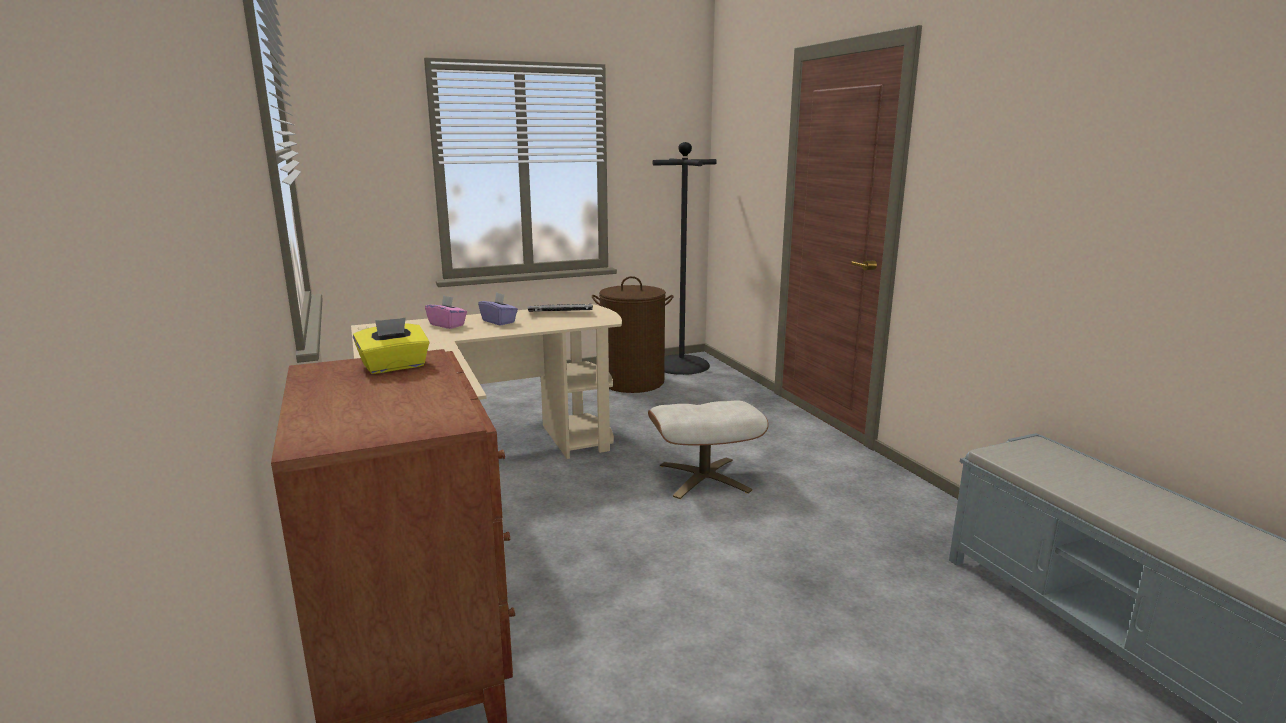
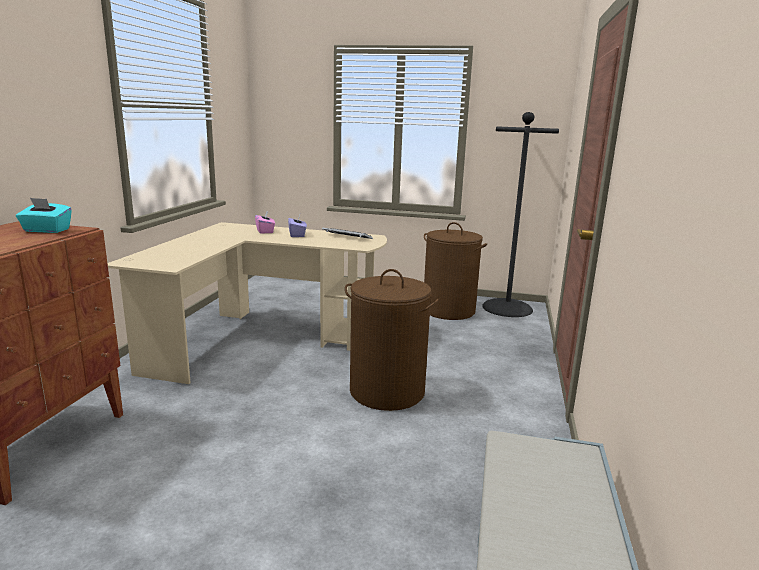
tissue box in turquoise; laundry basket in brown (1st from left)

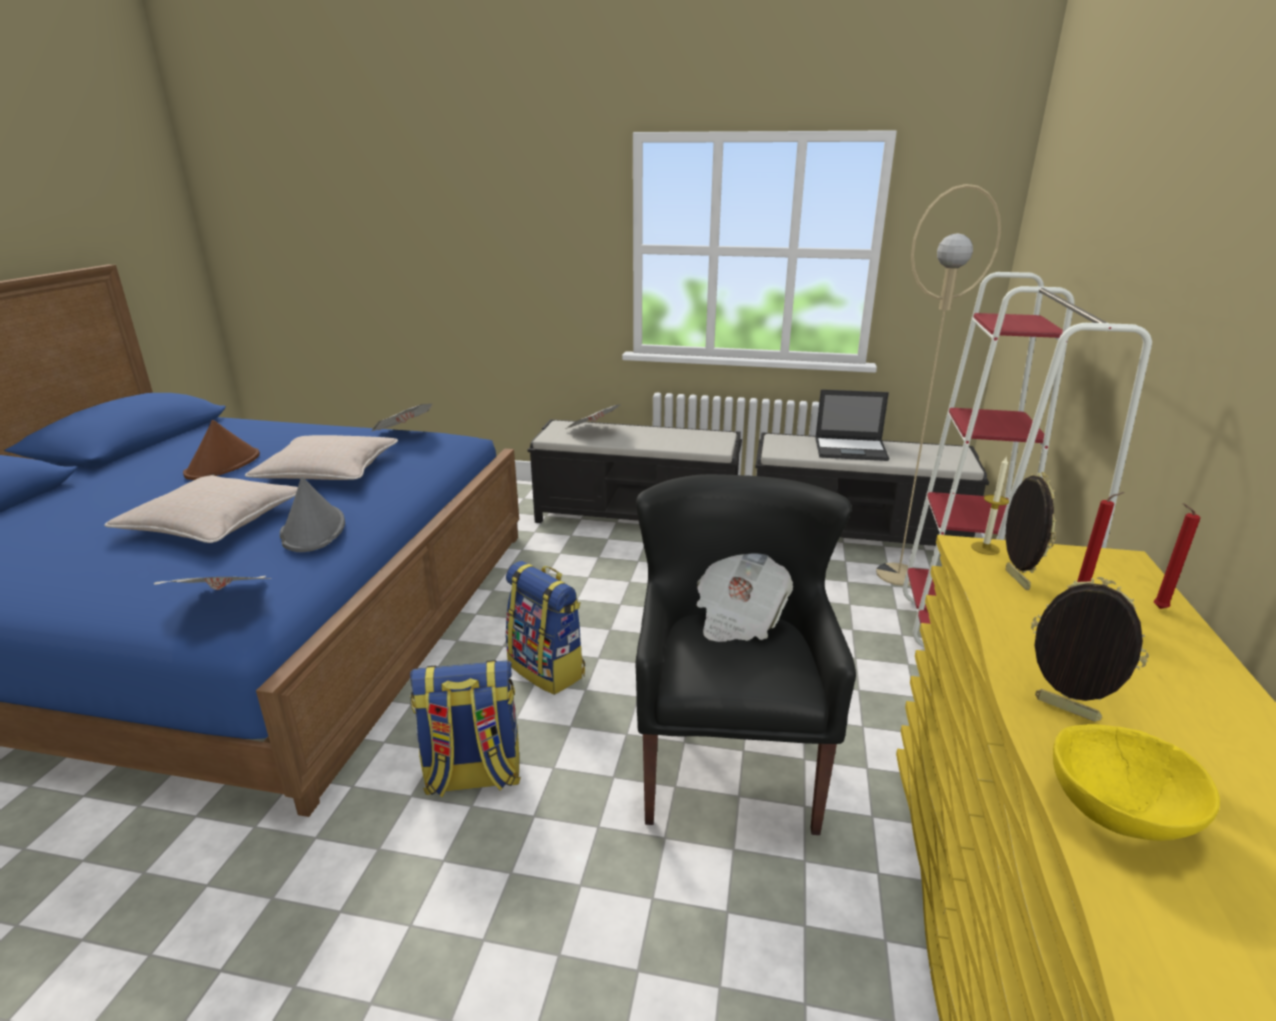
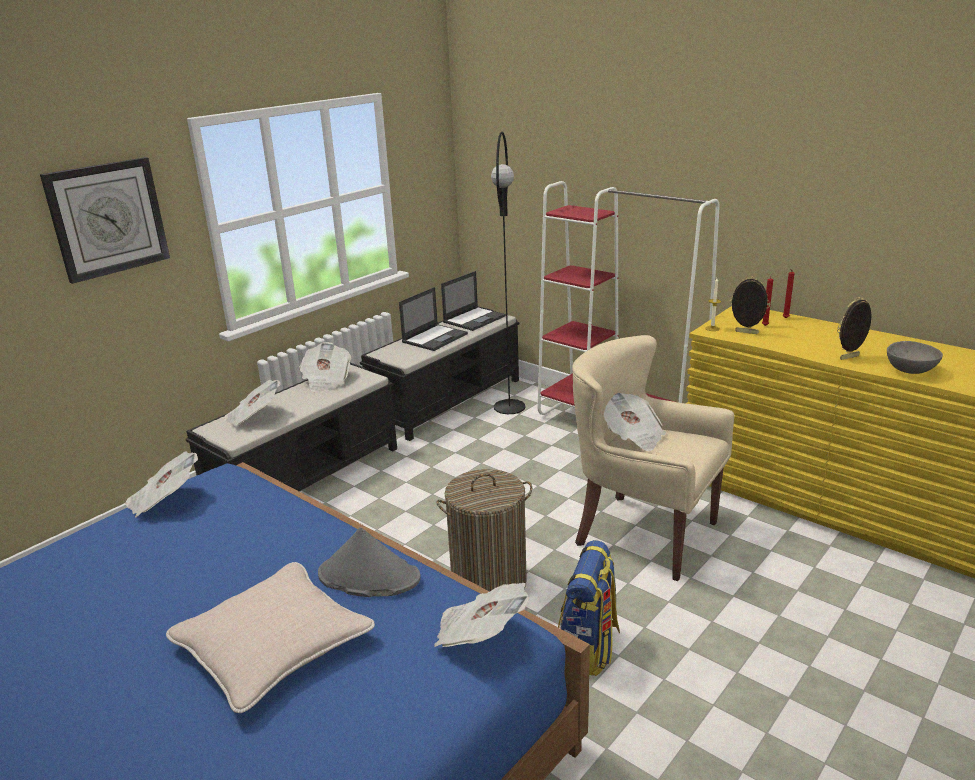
hat in brown; pillow in beige (2nd from left in the first image); laundry basket; armchair in beige; floor lamp in black; bowl in grey; wall clock; newspaper (3rd from left); laptop (2nd from left)

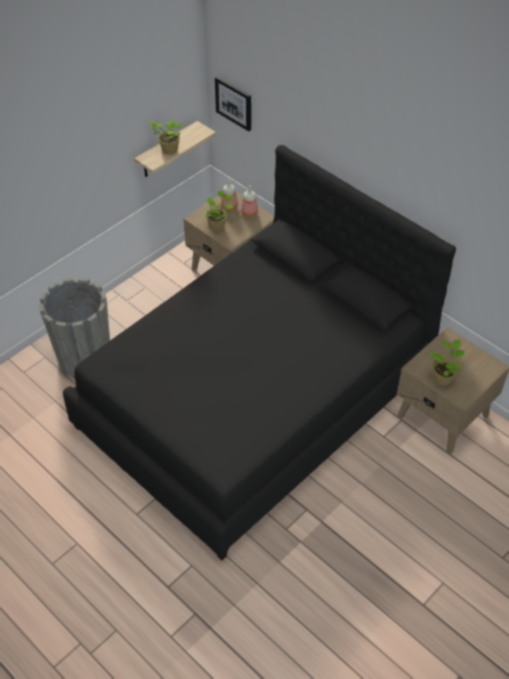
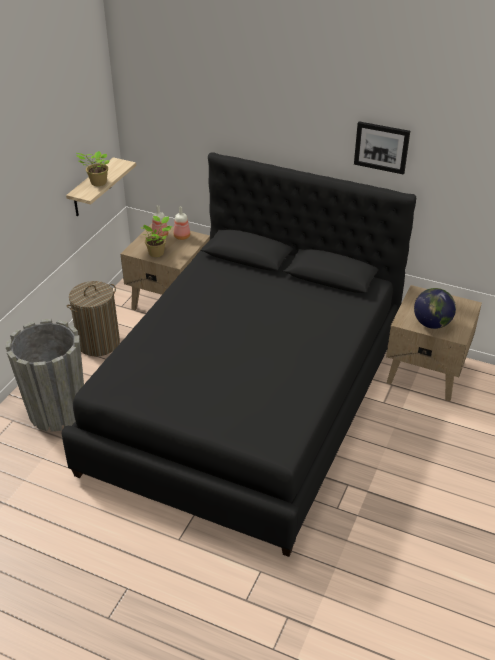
picture; globe; laundry basket

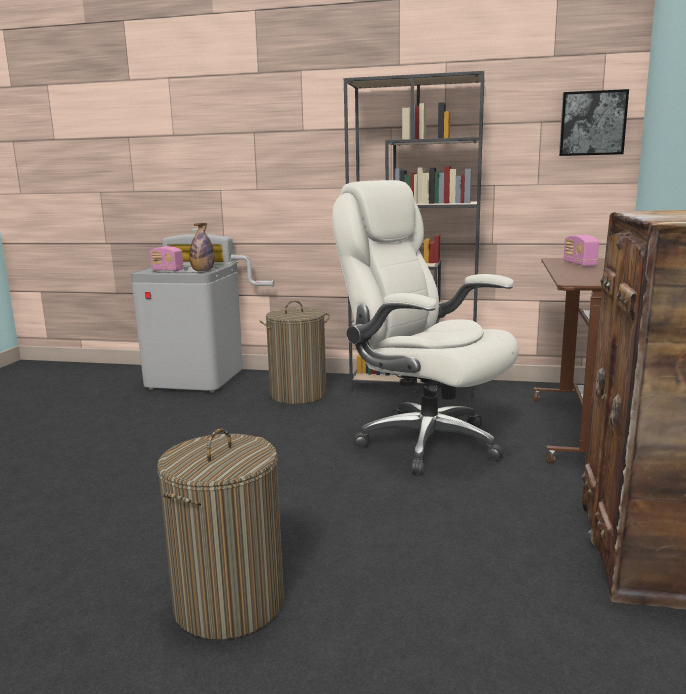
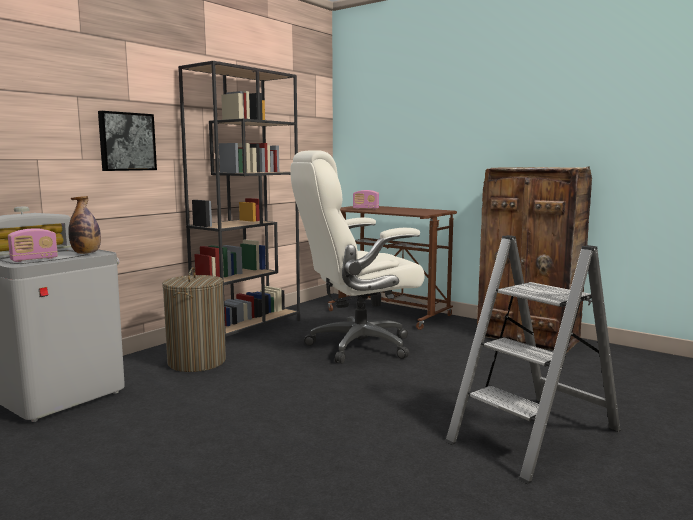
step ladder in grey; picture

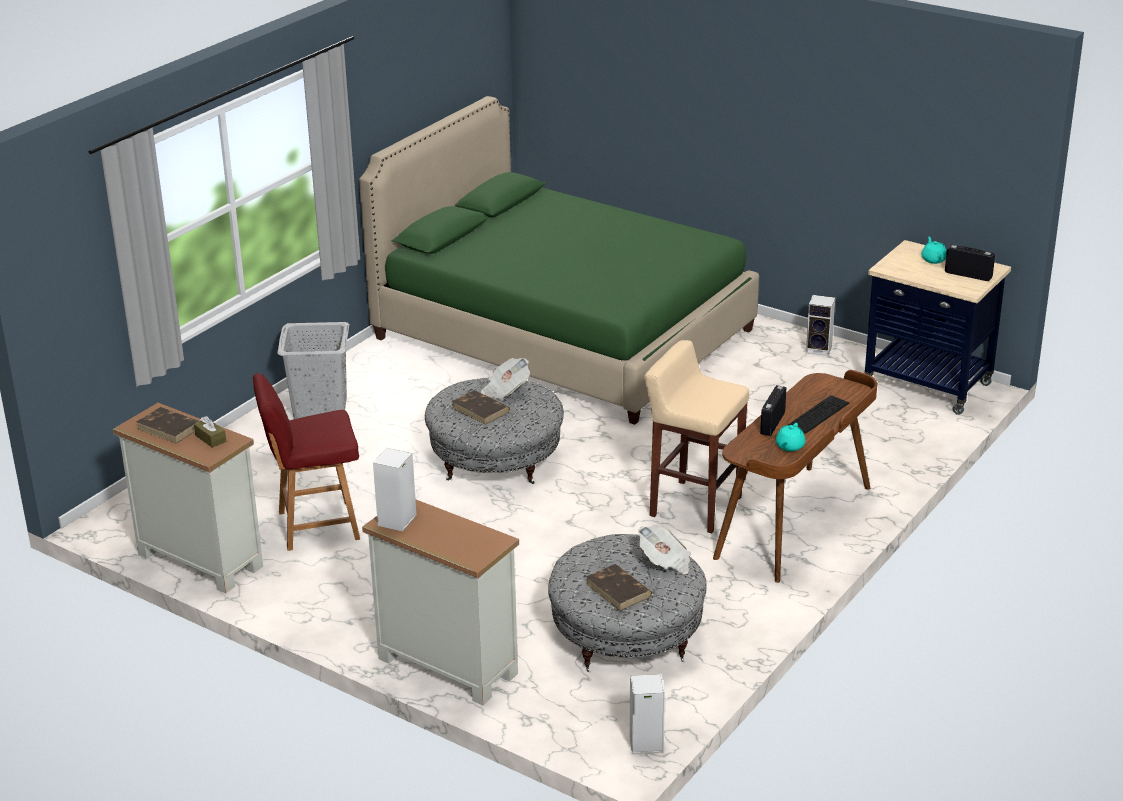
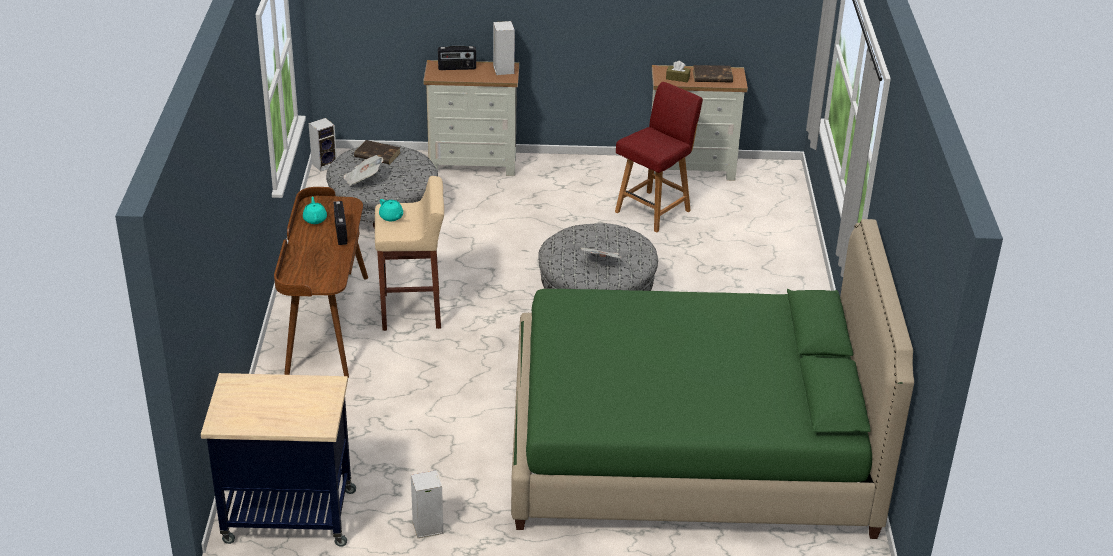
laundry basket in grey; book in brown (2nd from left in the first image); keyboard; teapot in turquoise (2nd from left); radio (2nd from left)

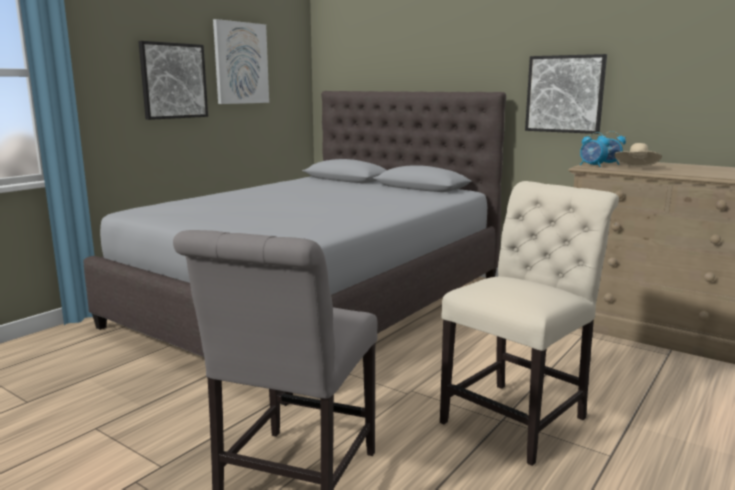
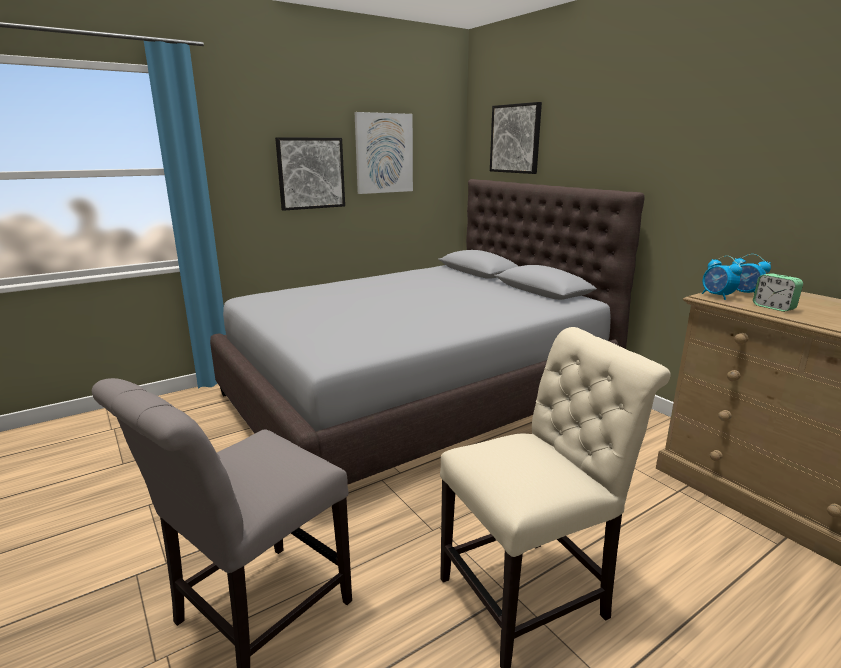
picture (3rd from left); alarm clock (3rd from left)

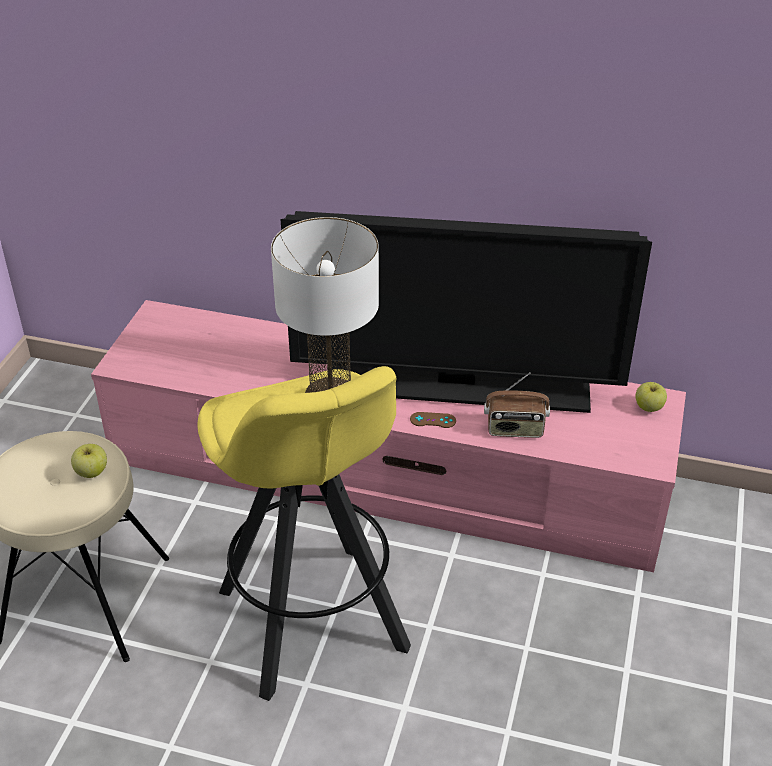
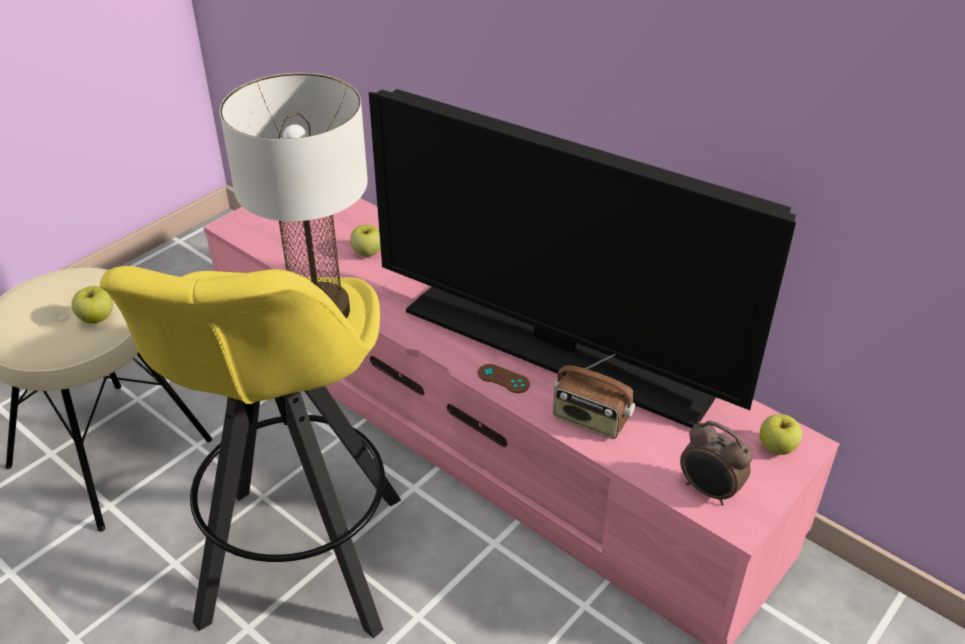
apple (2nd from left); alarm clock

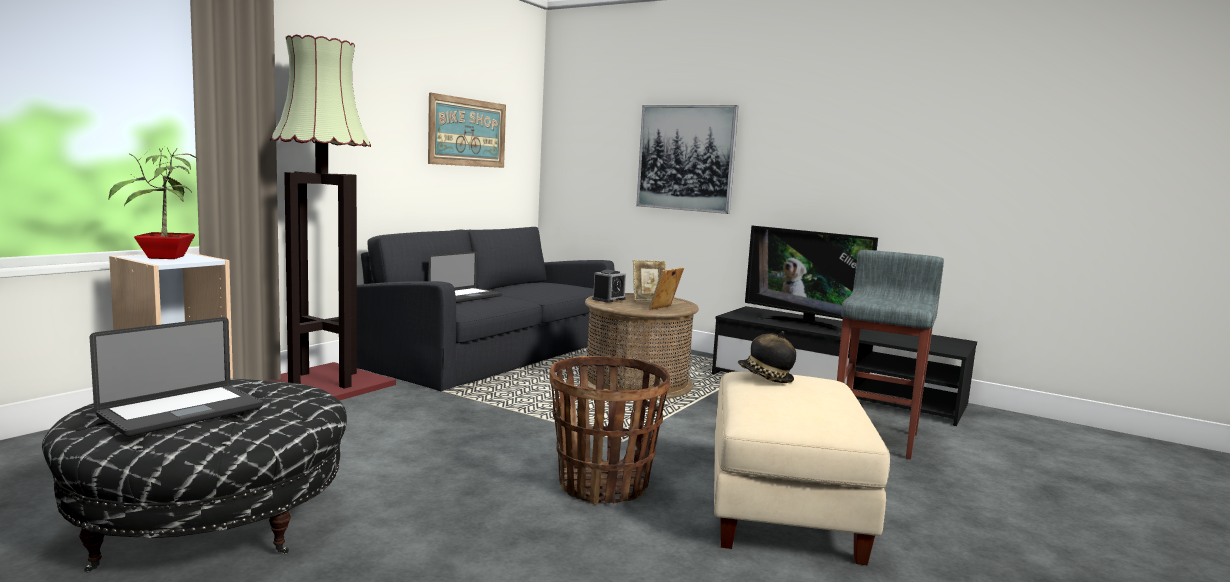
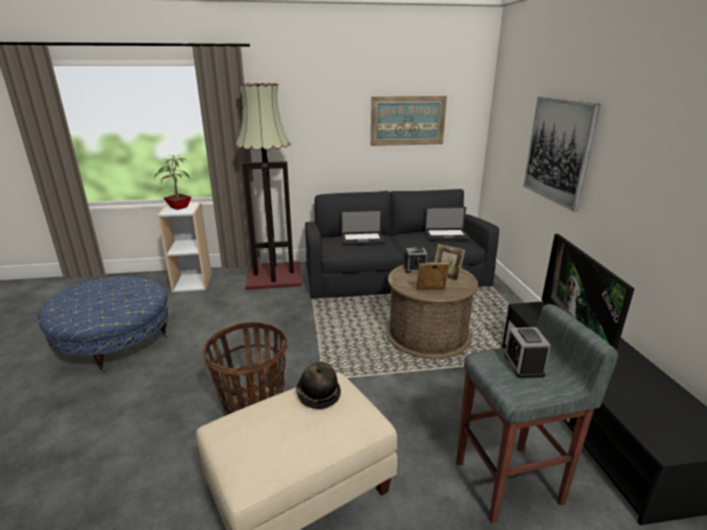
ottoman in blue; laptop (2nd from left); alarm clock (2nd from left)

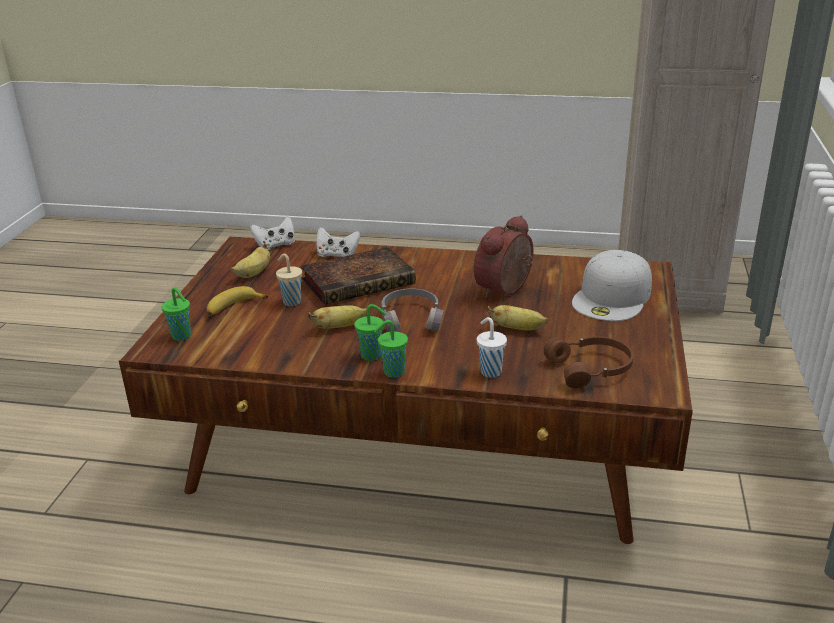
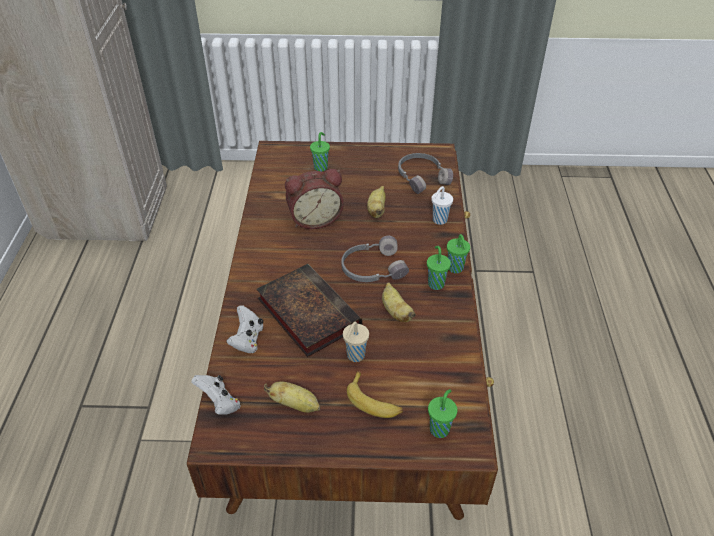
alarm clock; headphones in grey (2nd from left); cup in green (1st from left)

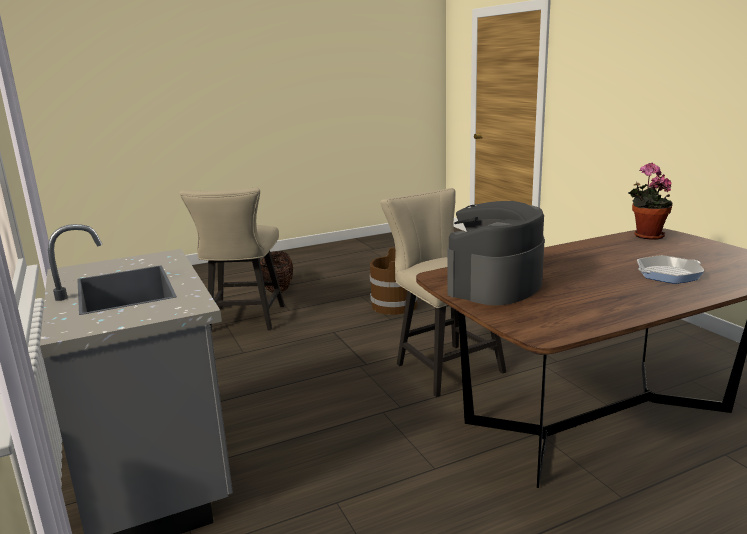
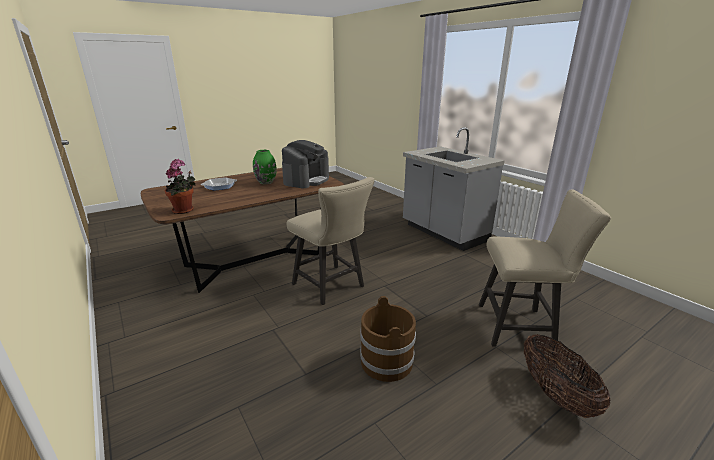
chair in beige (2nd from left); vase in green

